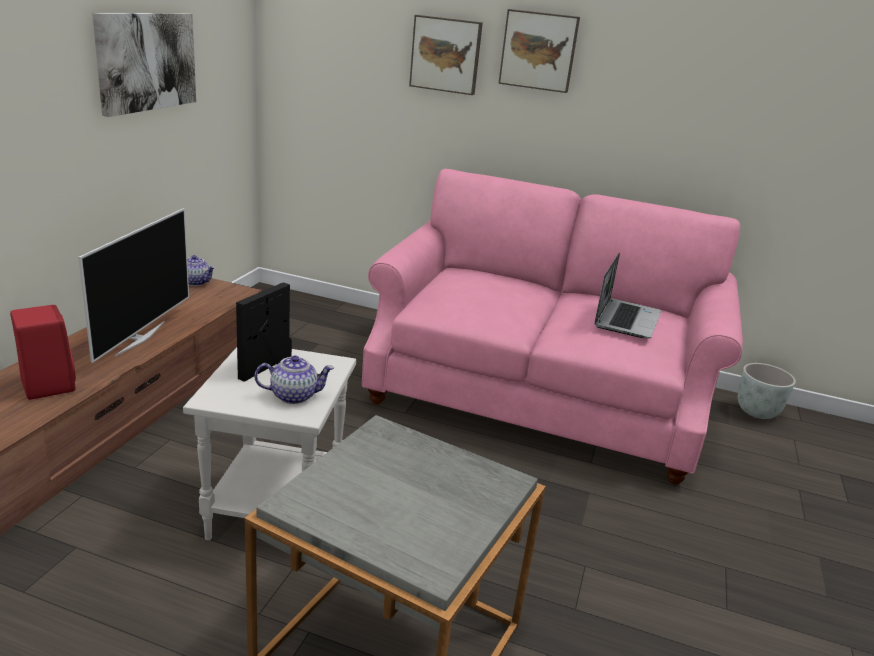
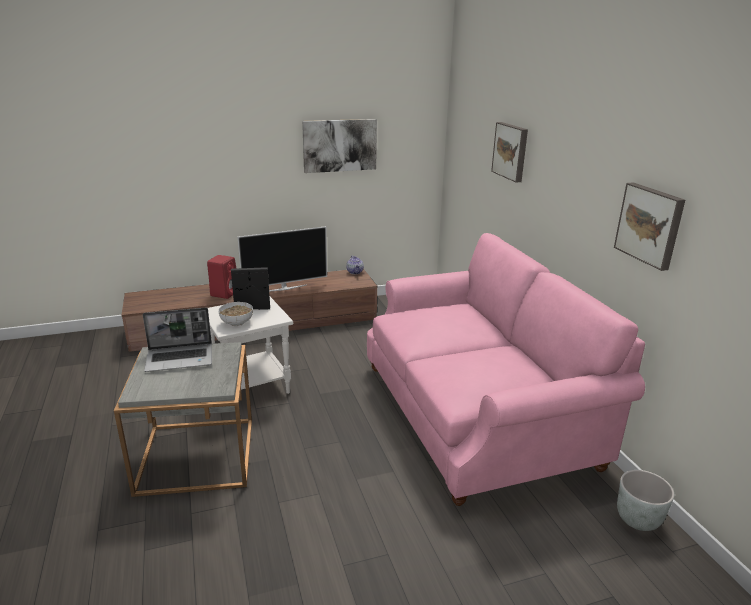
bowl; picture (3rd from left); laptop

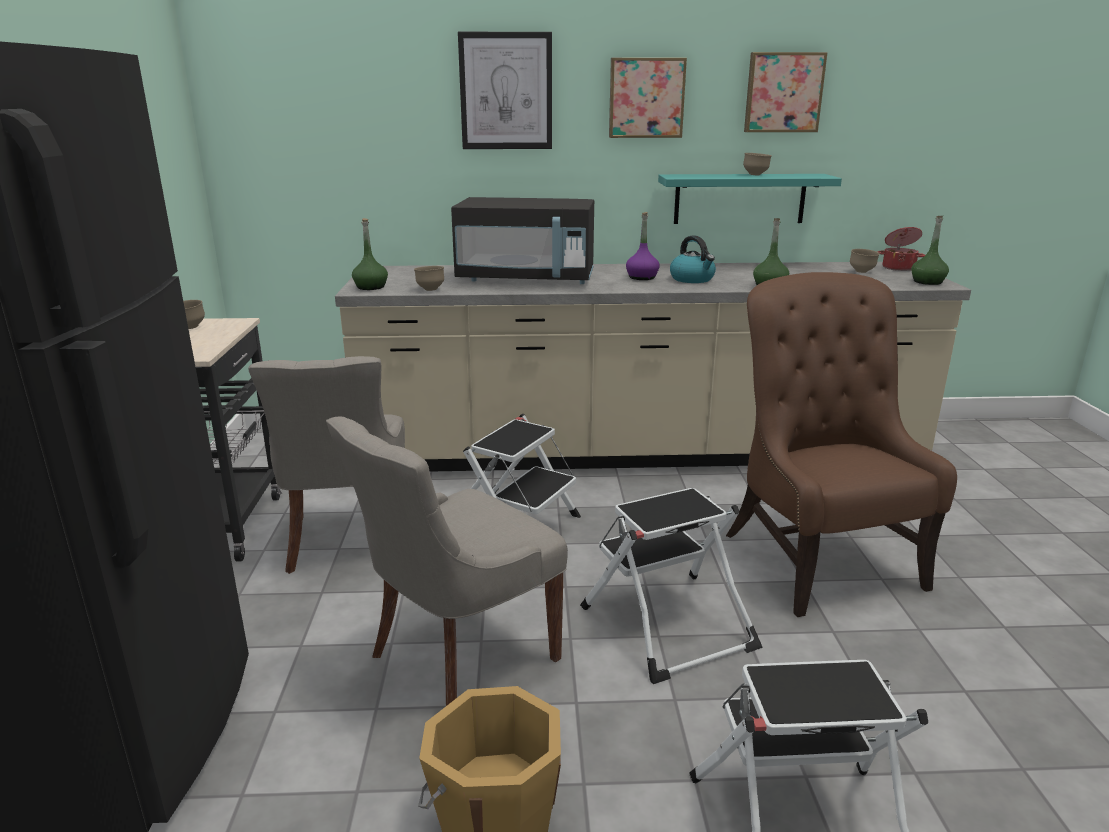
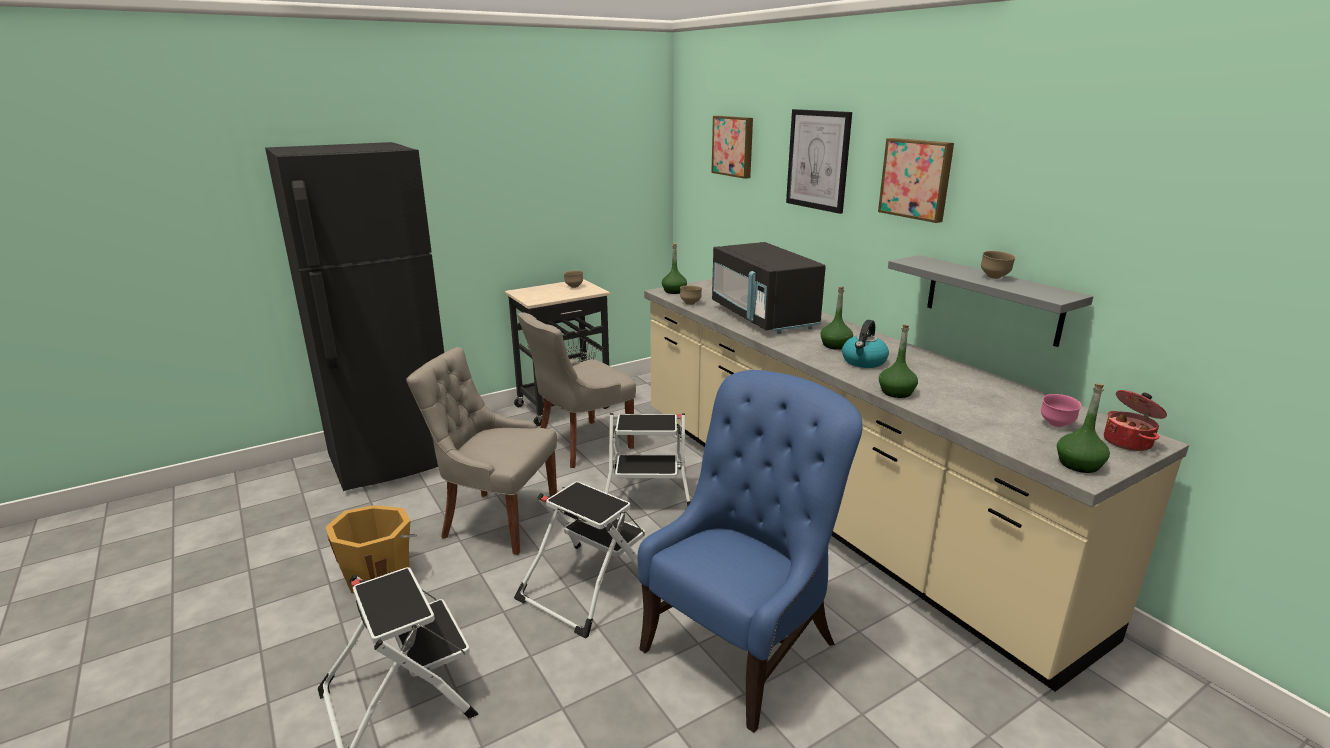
bottle in green (2nd from left); shelf in grey; chair in blue; picture (1st from left); bowl in pink

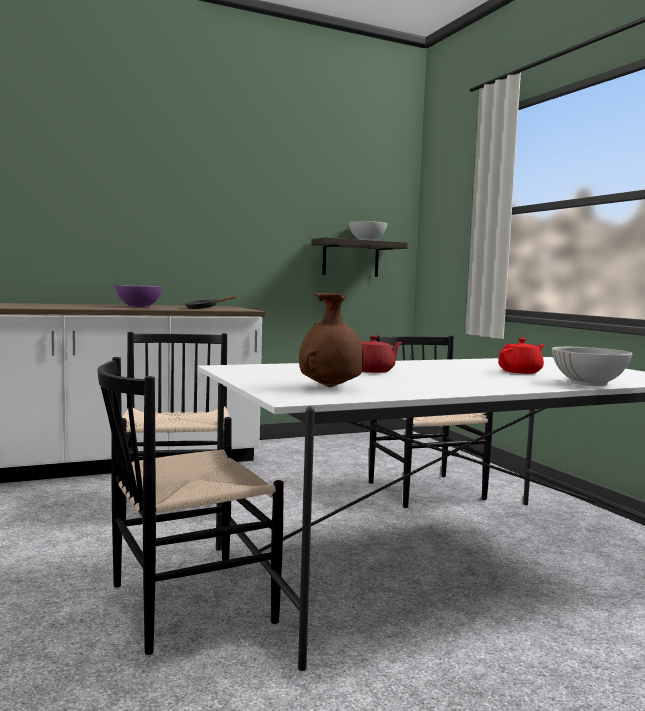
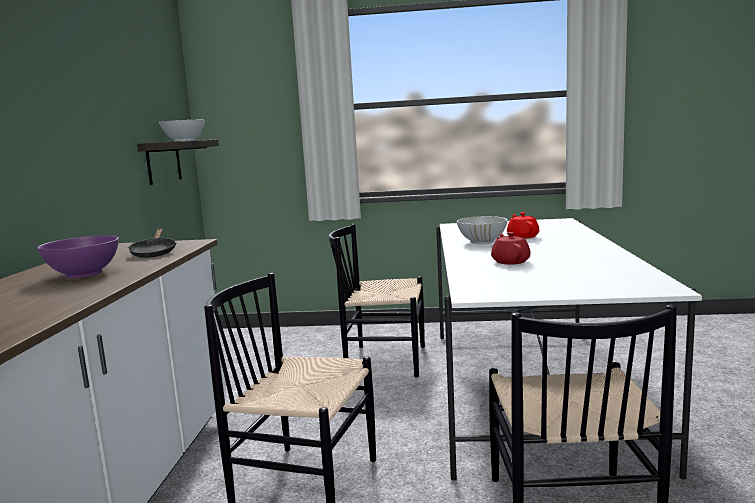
vase in brown; bowl in white (2nd from left)

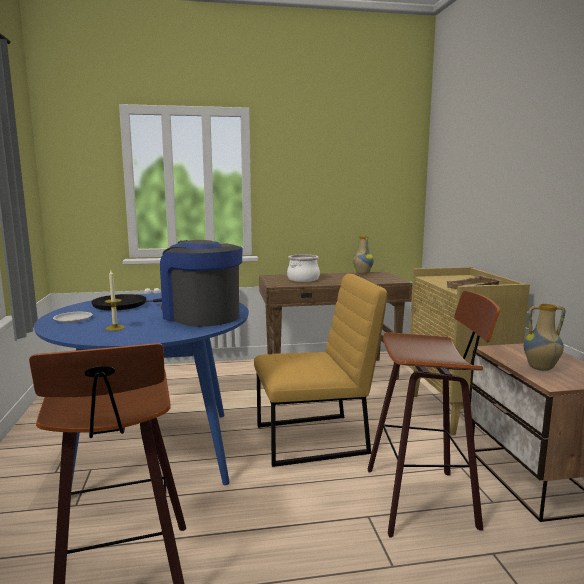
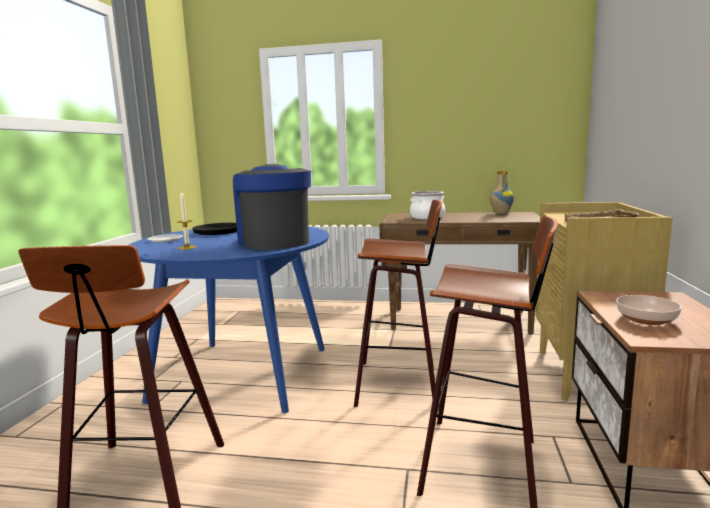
stool (2nd from left); bowl

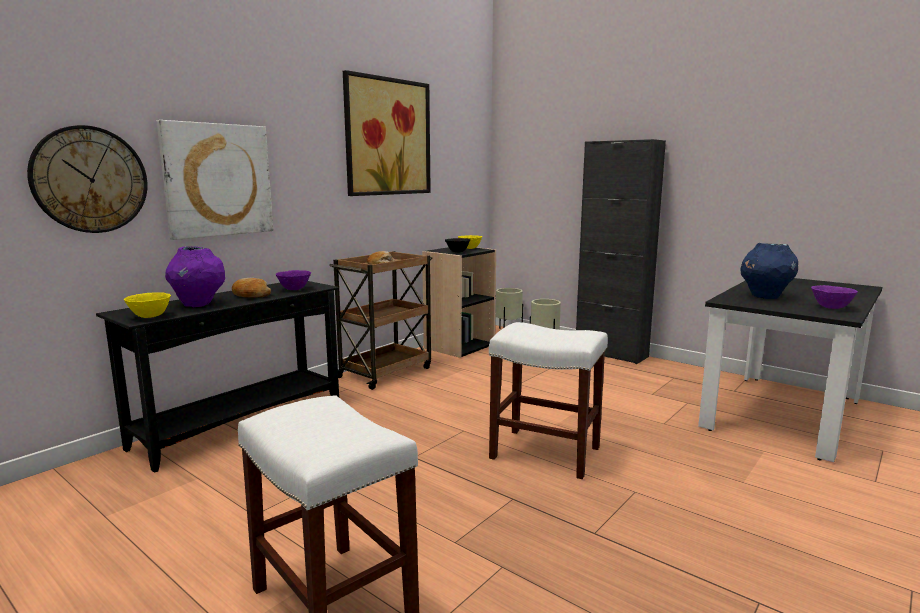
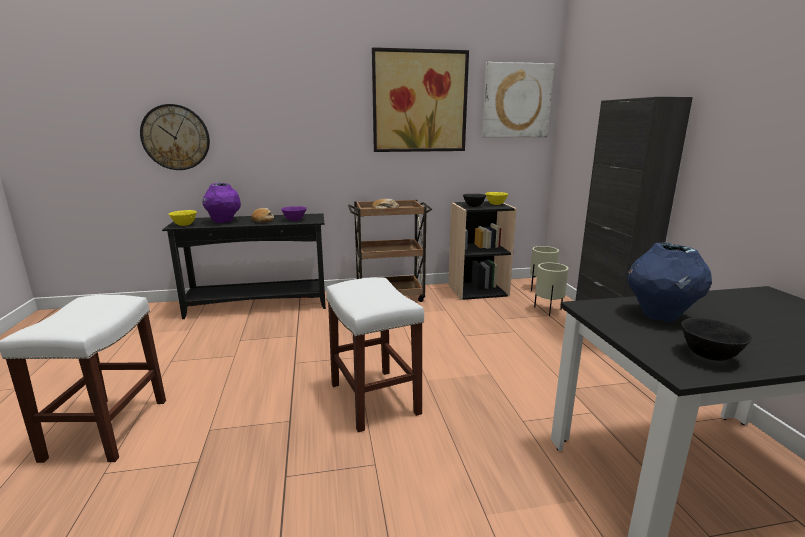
picture (2nd from left); bowl in black (2nd from left)

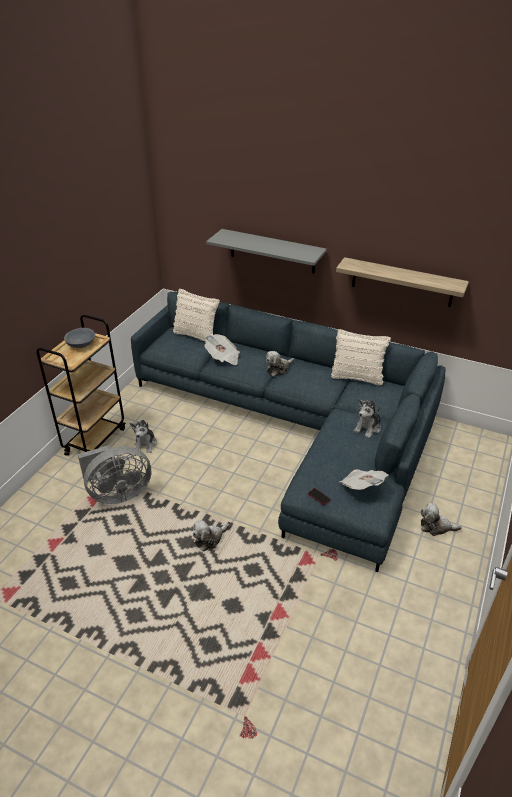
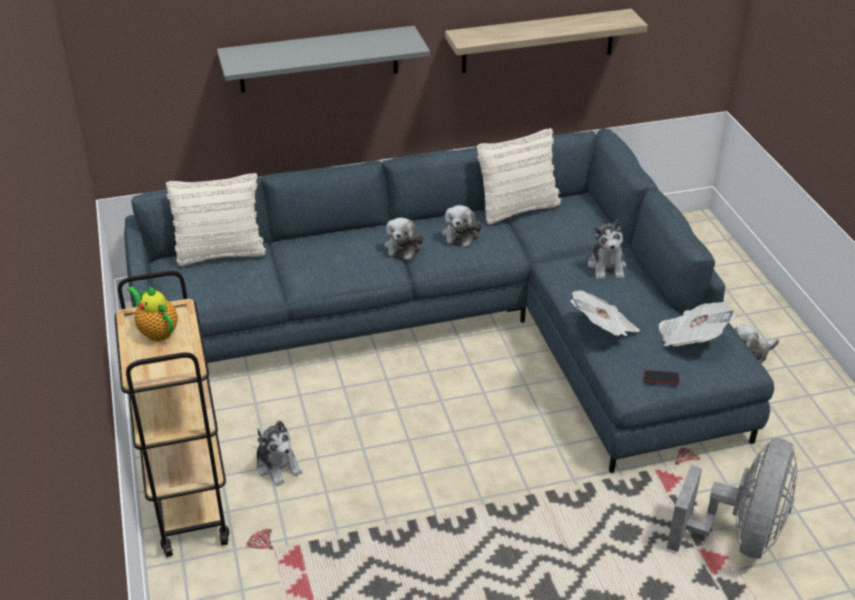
teapot; fan in grey; plush toy (3rd from left); newspaper (1st from left)

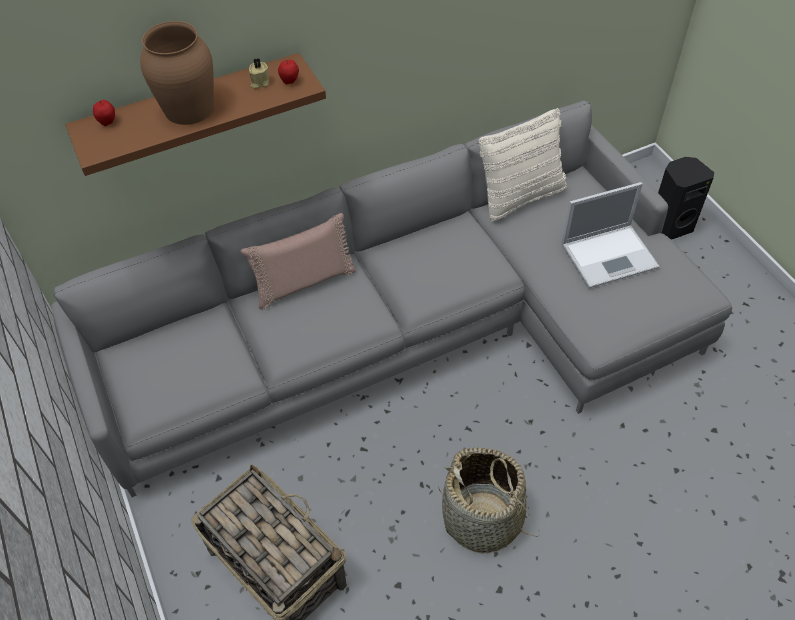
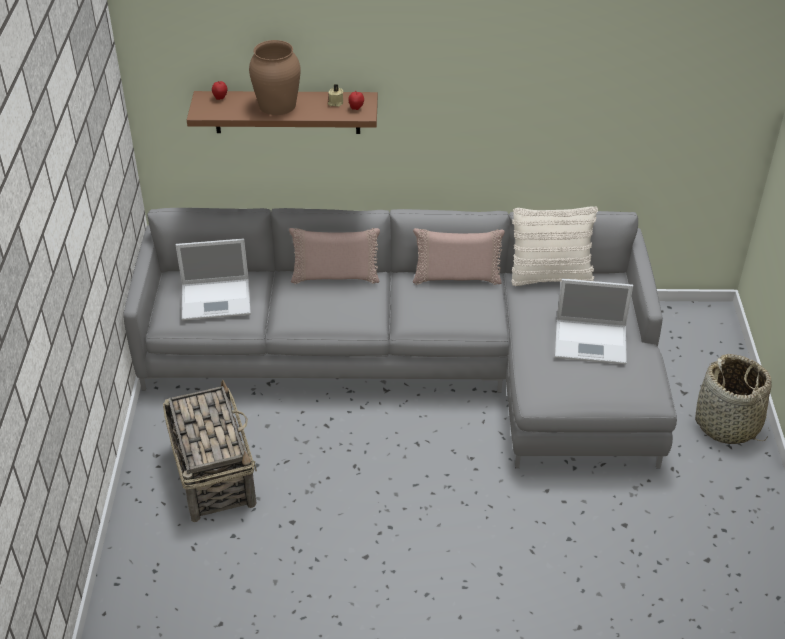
basket (2nd from left); speaker in black; laptop (1st from left); pillow in beige (2nd from left)

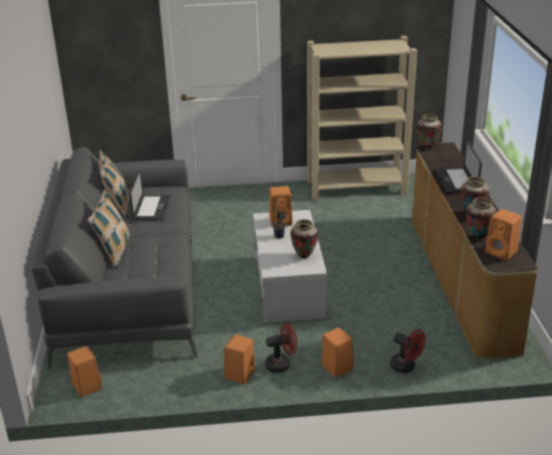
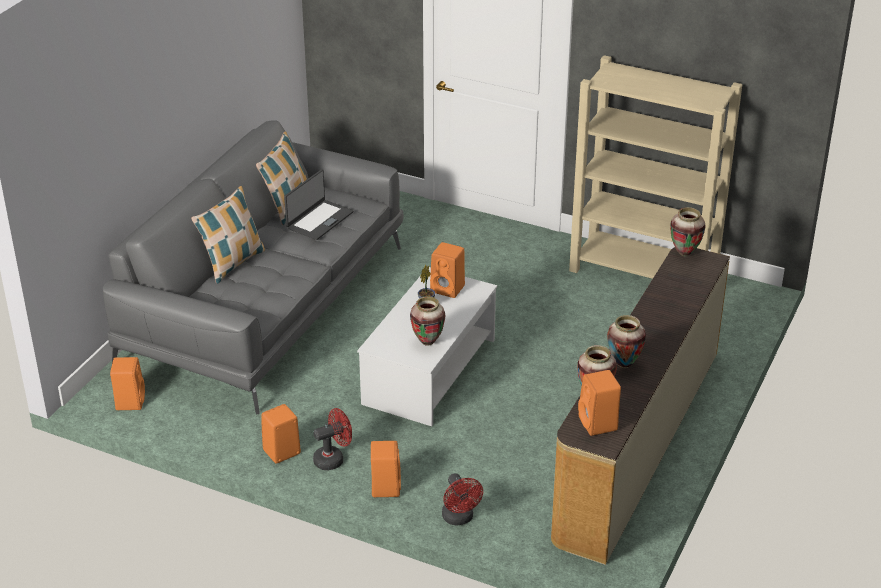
fan in red (1st from left); laptop (2nd from left in the first image)

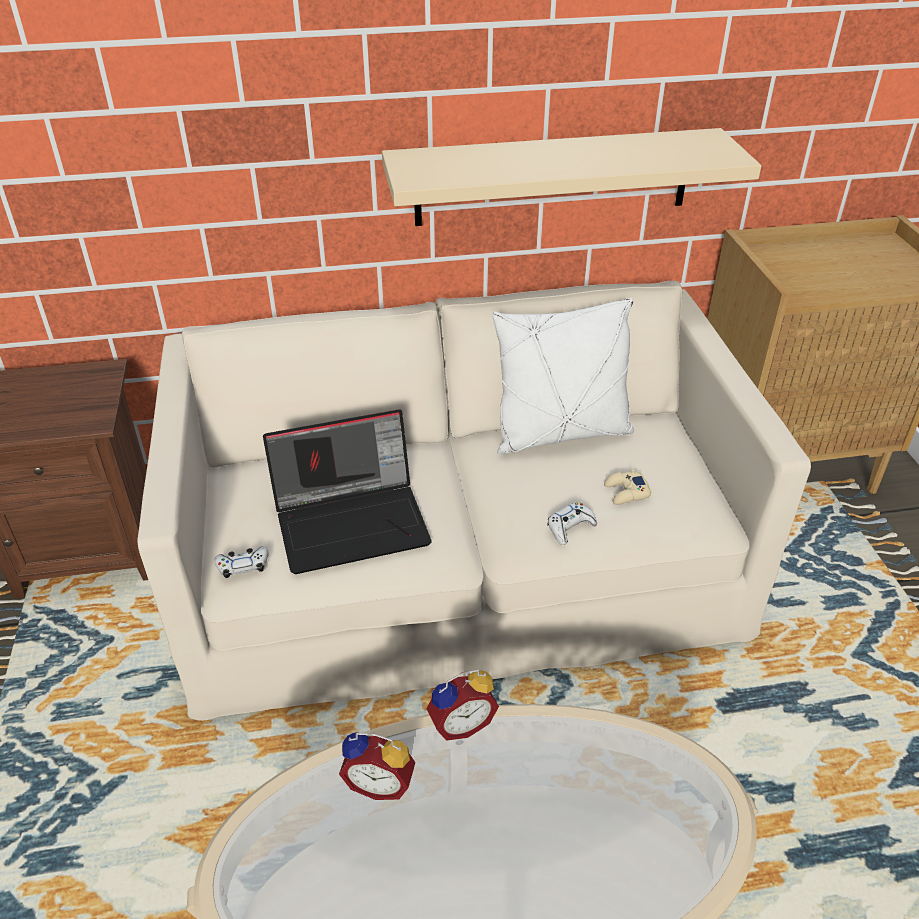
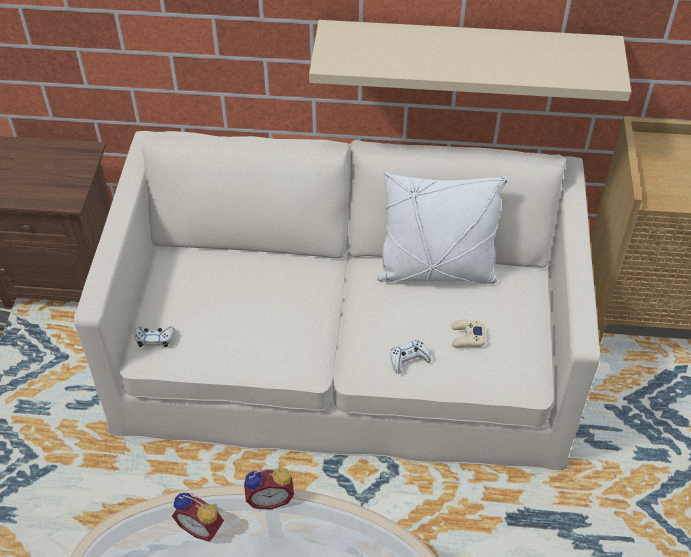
laptop

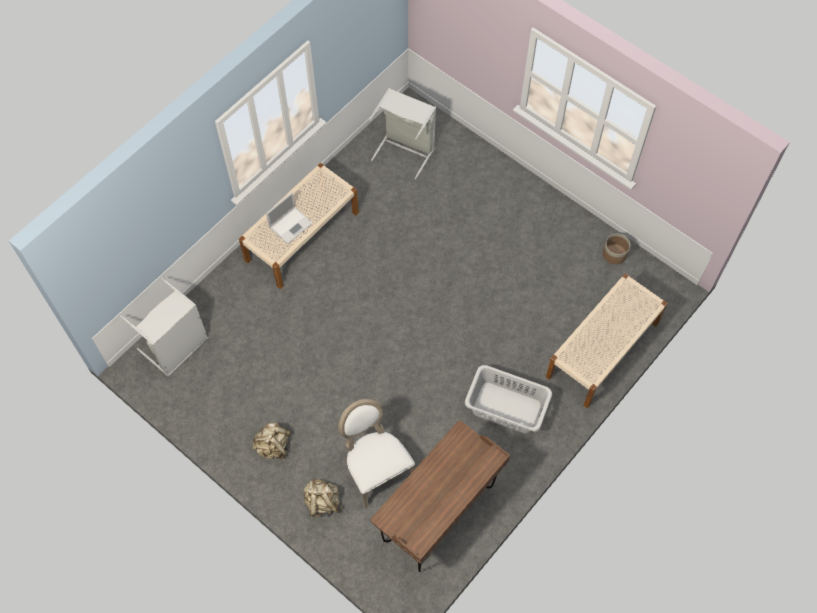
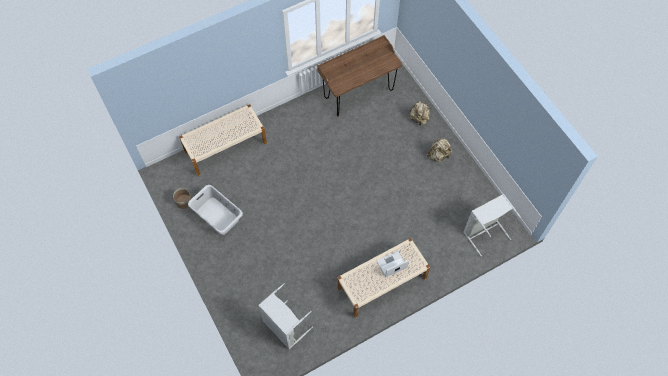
chair in white; laundry basket in grey (1st from left)

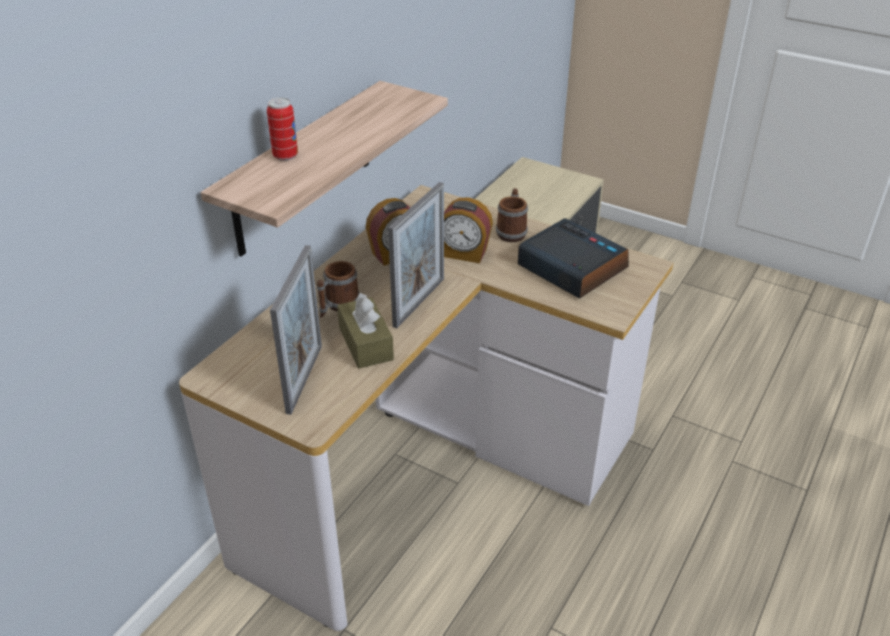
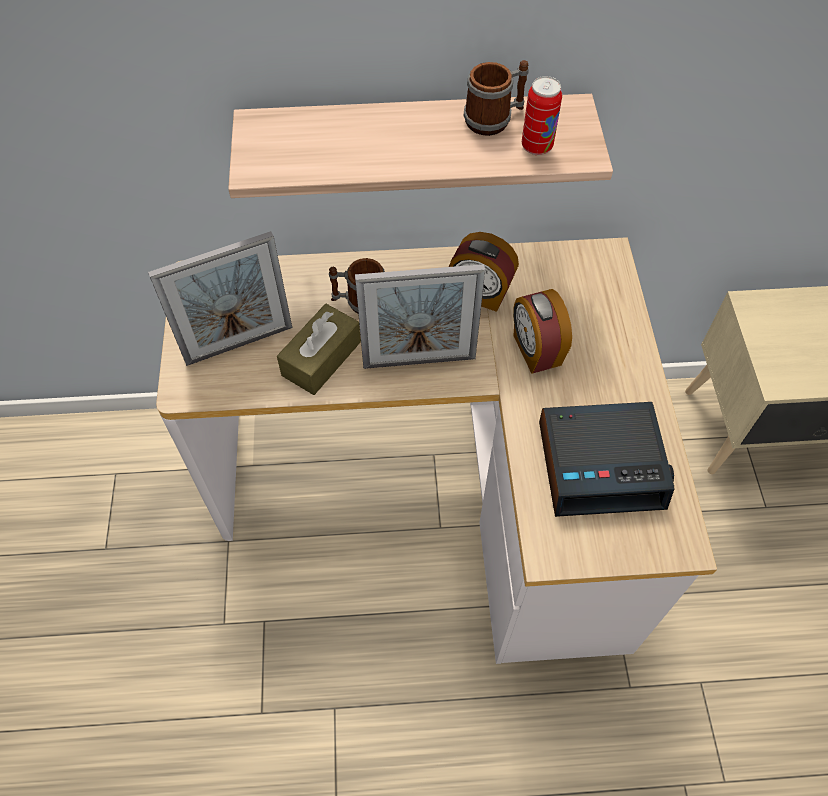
can; mug (2nd from left); alarm clock (3rd from left)

